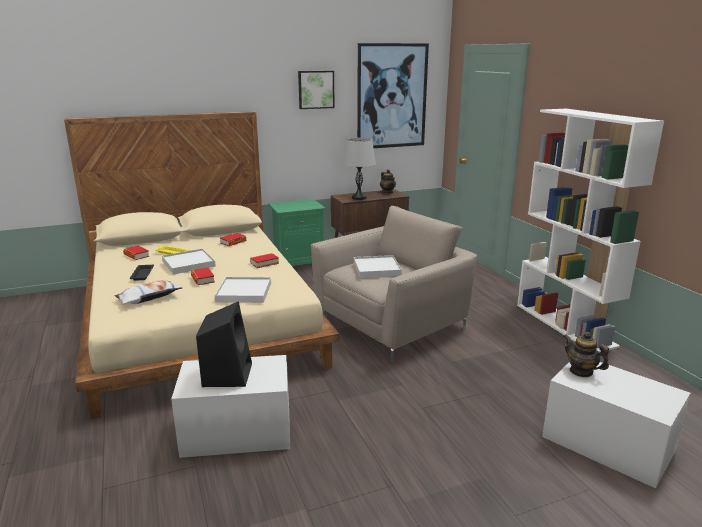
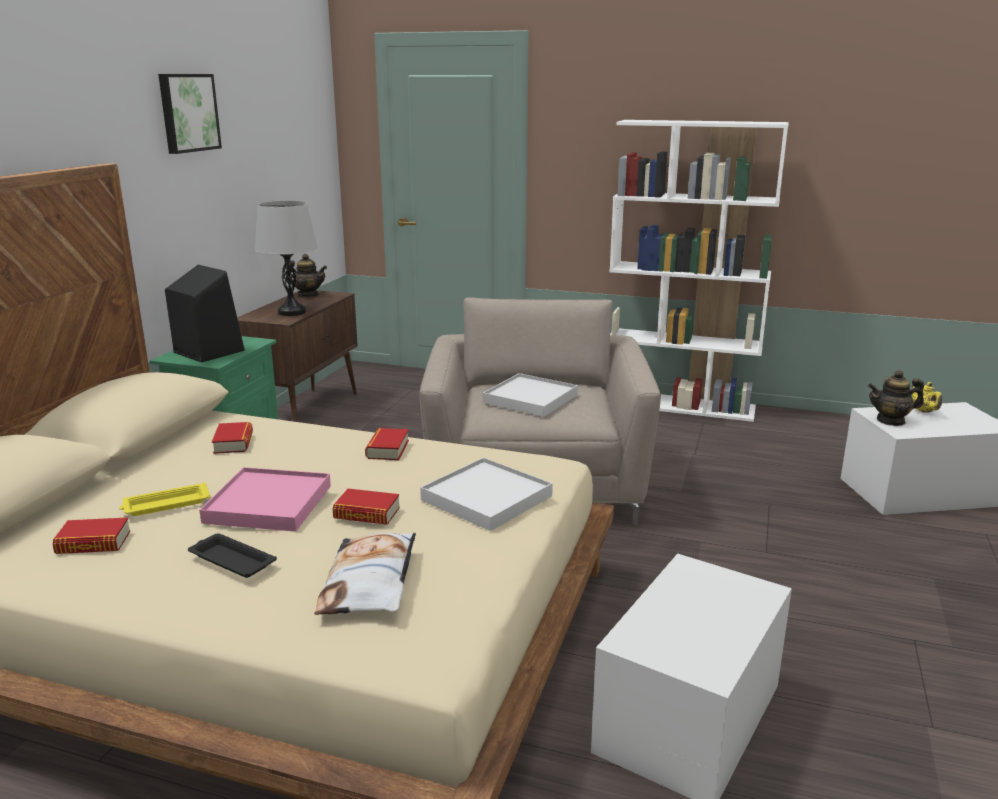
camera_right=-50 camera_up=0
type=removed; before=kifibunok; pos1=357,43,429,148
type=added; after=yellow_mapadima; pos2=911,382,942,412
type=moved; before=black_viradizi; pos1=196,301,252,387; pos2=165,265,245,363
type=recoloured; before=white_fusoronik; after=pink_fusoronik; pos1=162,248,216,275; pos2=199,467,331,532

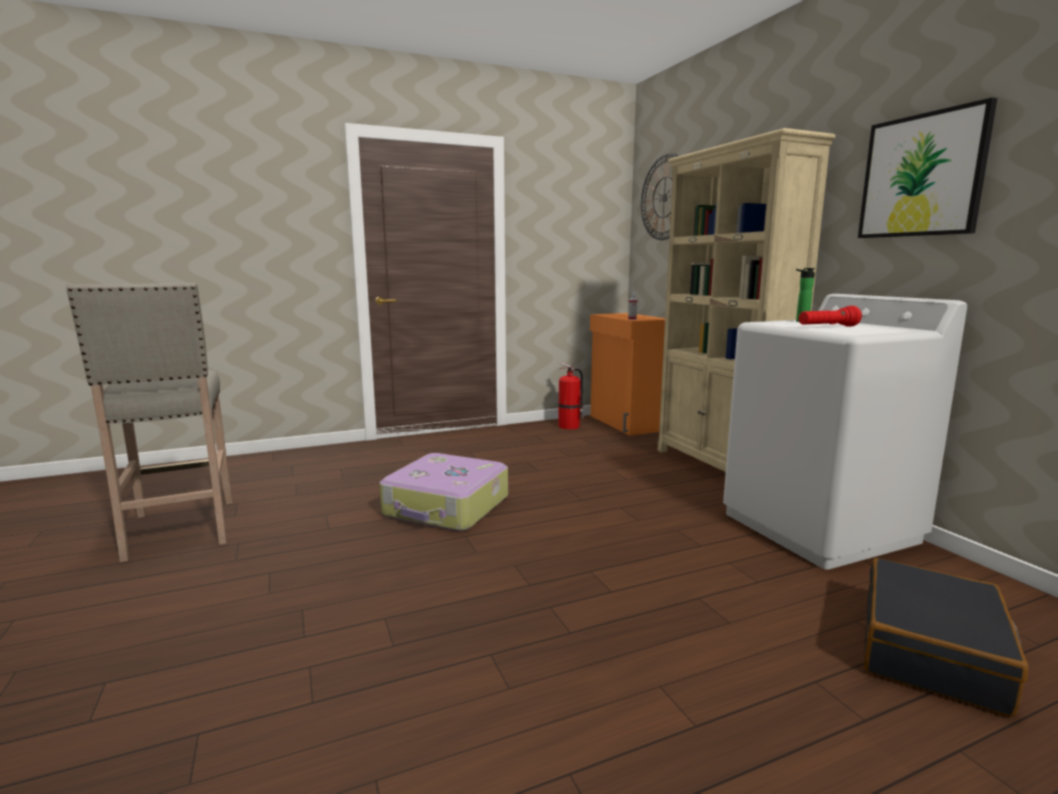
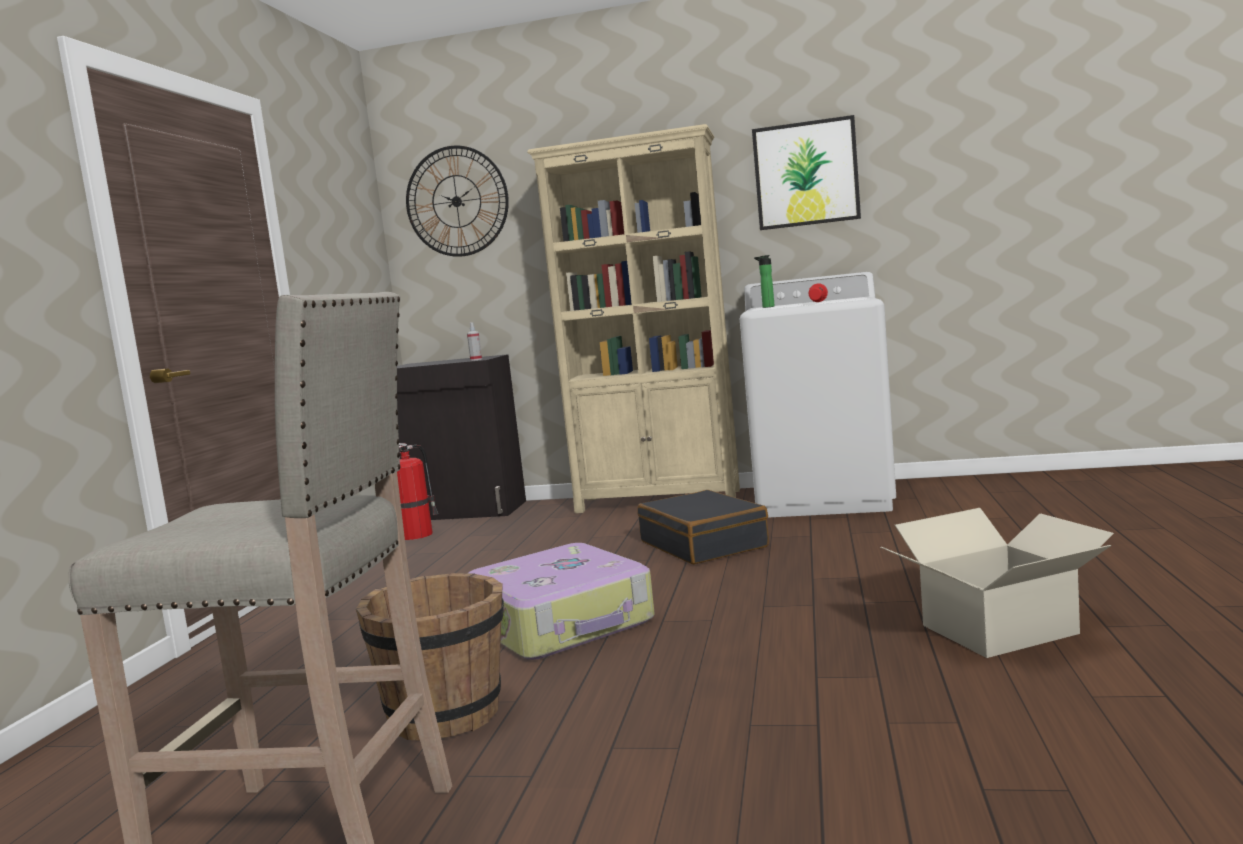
camera_right=-55 camera_up=-5
type=added; after=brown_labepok; pos2=356,573,504,740
type=added; after=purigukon; pos2=881,508,1114,658
type=moved; before=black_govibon; pos1=864,558,1029,717; pos2=637,490,769,564
type=recoloured; before=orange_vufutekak; after=black_vufutekak; pos1=590,313,665,435; pos2=397,354,526,520

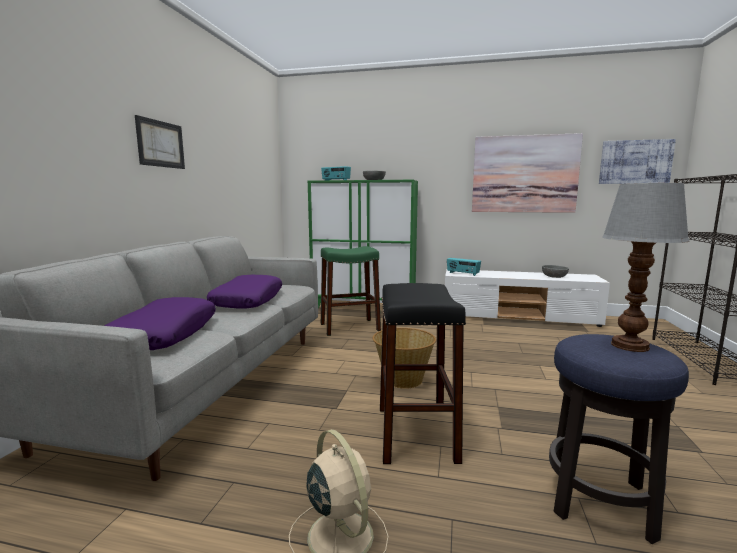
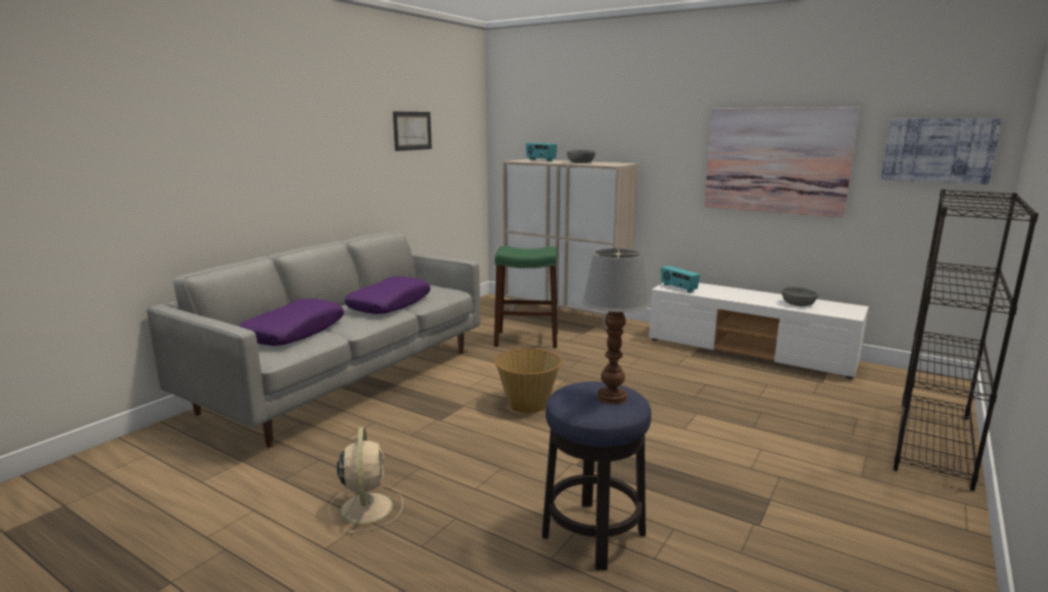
camera_right=20 camera_up=5
type=removed; before=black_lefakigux; pos1=380,283,466,464
type=moved; before=kifibunok; pos1=135,115,185,169; pos2=393,112,432,151
type=recoloured; before=green_vufutekak; after=beige_vufutekak; pos1=308,180,418,309; pos2=503,159,638,331

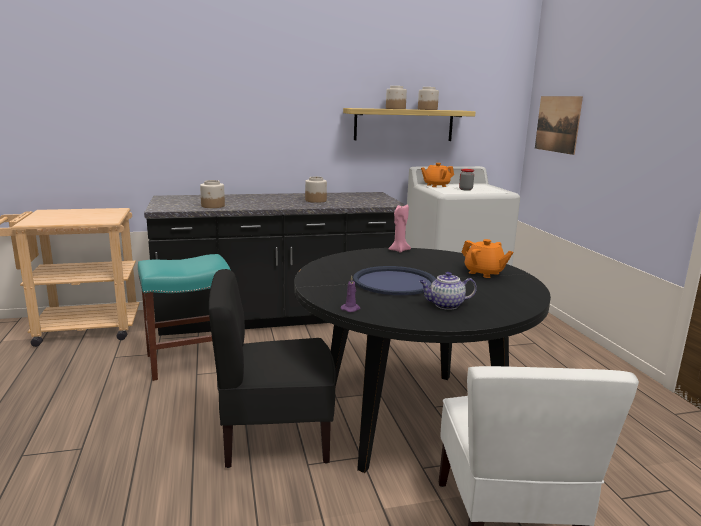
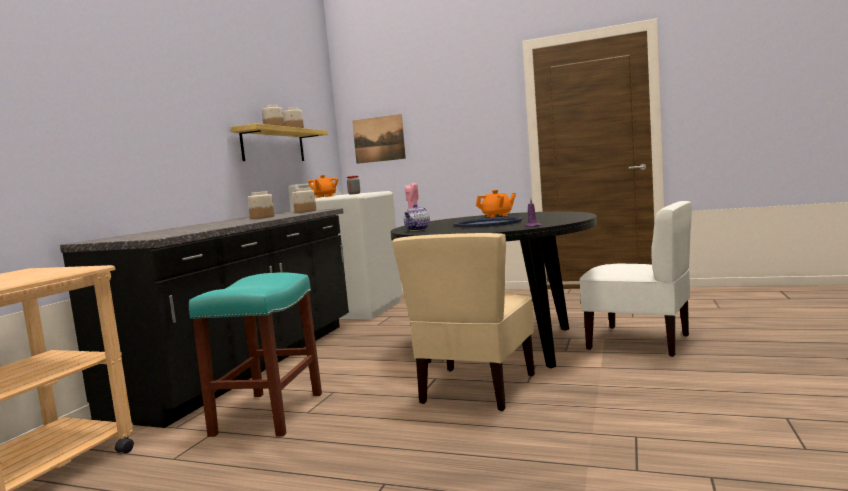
camera_right=-55 camera_up=-10
type=moved; before=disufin; pos1=200,180,225,208; pos2=293,188,316,213
type=moved; before=mapadima; pos1=419,272,477,310; pos2=404,204,430,231
type=recoloured; before=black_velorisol; after=beige_velorisol; pos1=209,269,336,468; pos2=392,233,535,411

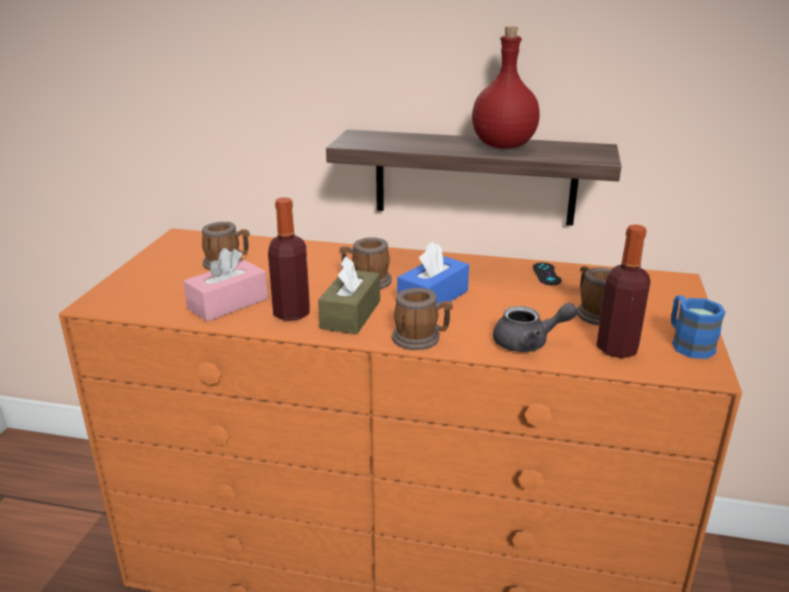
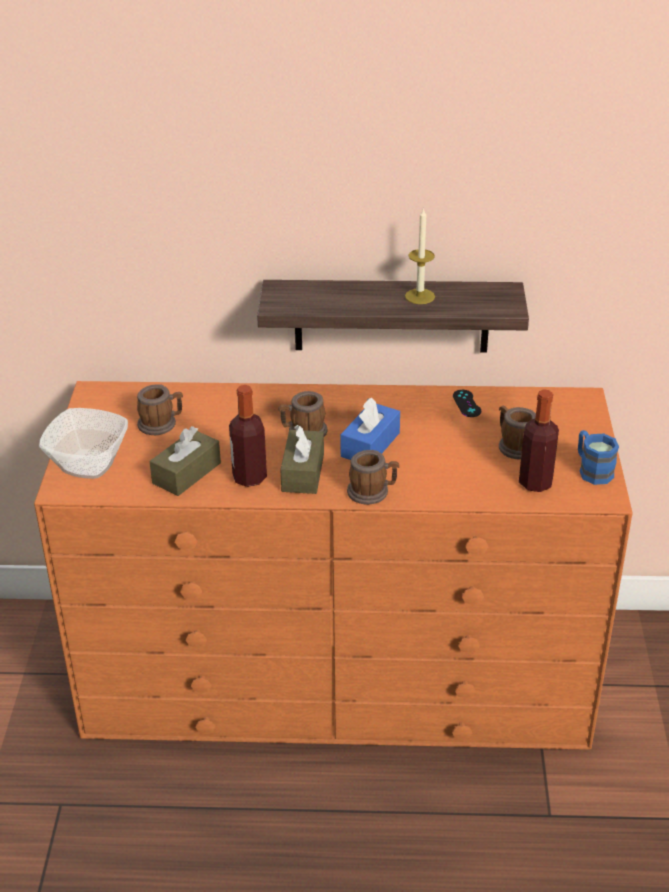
camera_right=-10 camera_up=10
type=removed; before=grey_mapadima; pos1=493,303,578,352
type=added; after=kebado; pos2=39,408,128,479
type=replaced; before=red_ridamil; after=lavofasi; pos1=472,26,540,149; pos2=405,208,435,304
type=recoloured; before=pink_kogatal; after=brown_kogatal; pos1=183,248,268,322; pos2=149,426,221,496

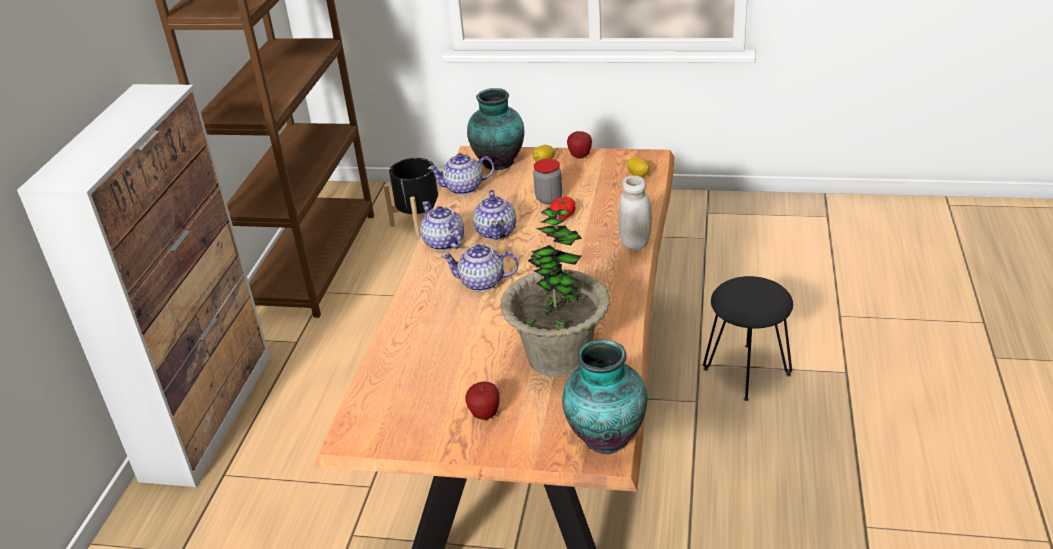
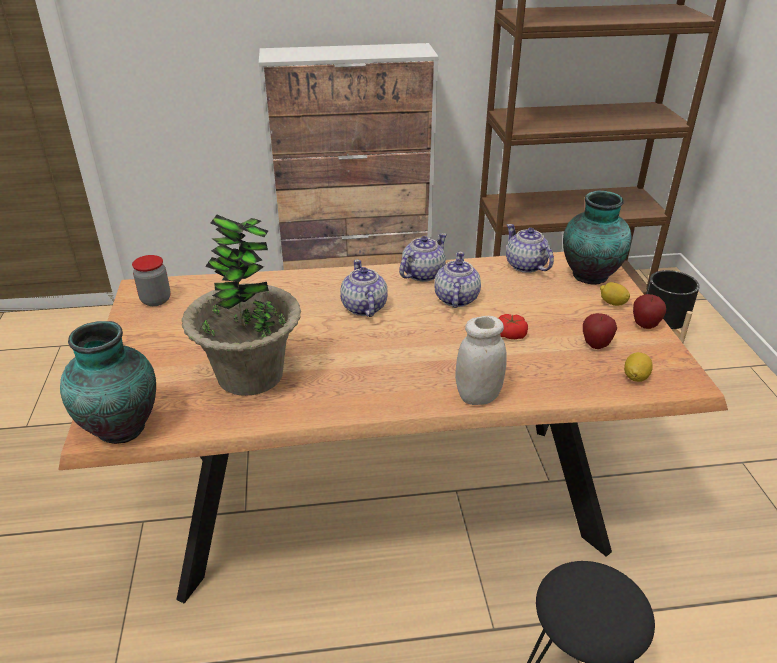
camera_right=70 camera_up=0
type=moved; before=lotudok; pos1=465,381,500,420; pos2=583,313,617,349
type=moved; before=disufin; pos1=533,159,562,204; pos2=132,255,171,306
type=turned; before=mapadima; pos1=473,190,516,240; pos2=434,252,481,308; turn=120

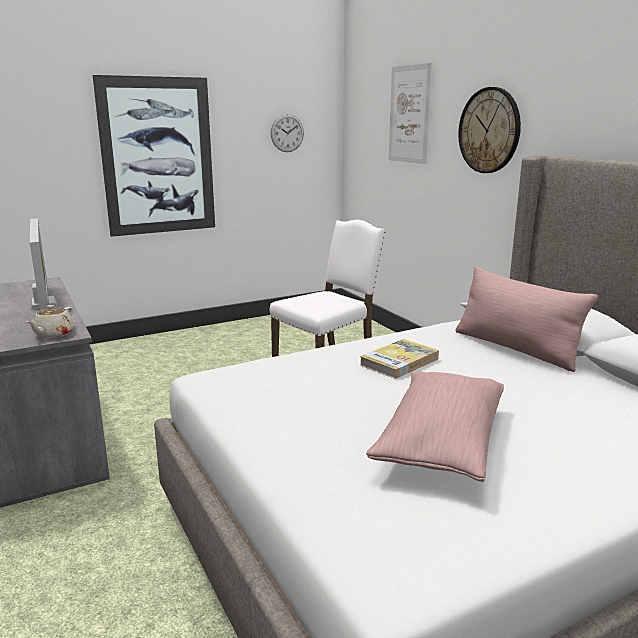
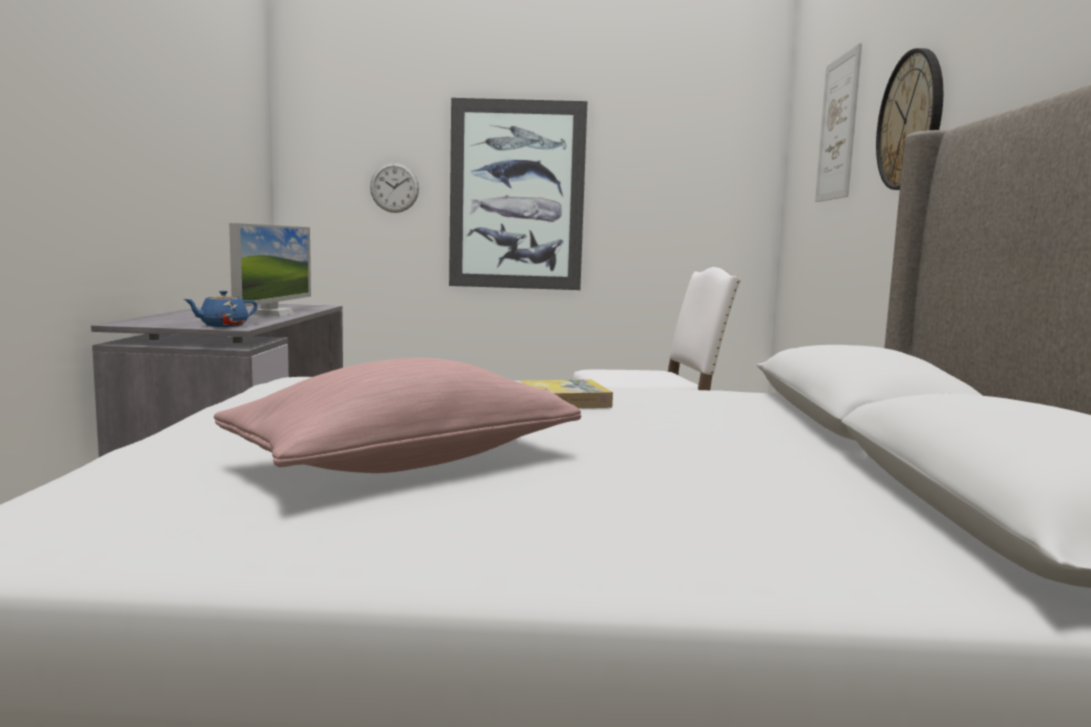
camera_right=30 camera_up=-10
type=removed; before=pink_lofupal; pos1=456,267,598,372
type=moved; before=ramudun; pos1=270,114,304,152; pos2=370,162,419,213
type=recoloured; before=beige_mapadima; after=blue_mapadima; pos1=27,305,74,338; pos2=183,291,257,327

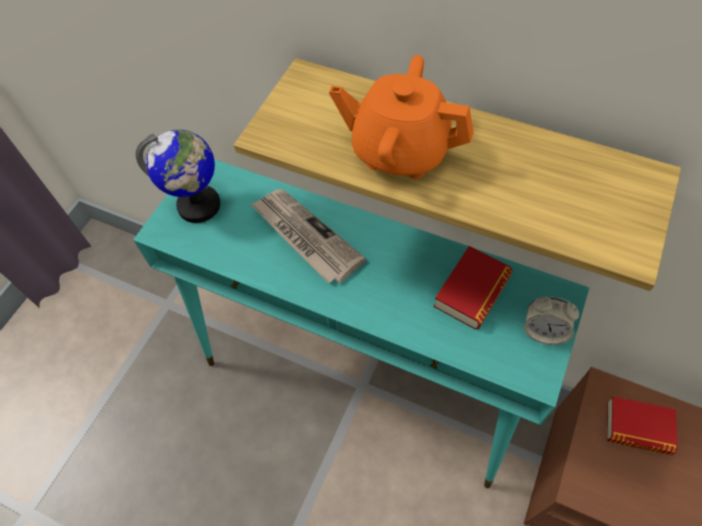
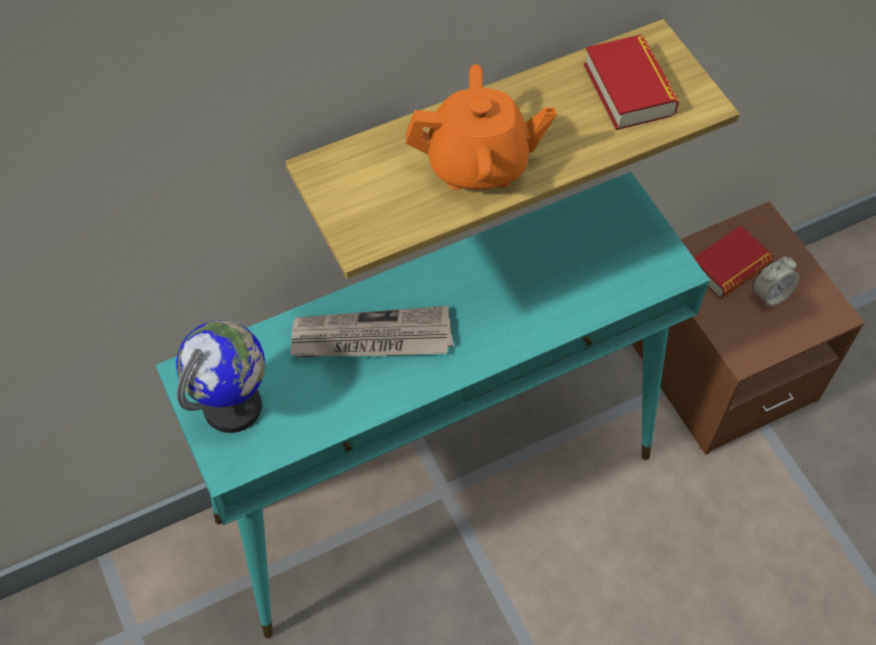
camera_right=-55 camera_up=0
type=moved; before=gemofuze; pos1=434,246,513,330; pos2=584,35,679,130
type=moved; before=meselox; pos1=524,296,579,345; pos2=752,256,800,307
type=turned; before=orange_mapadima; pos1=329,55,474,179; pos2=406,64,557,190; turn=-150

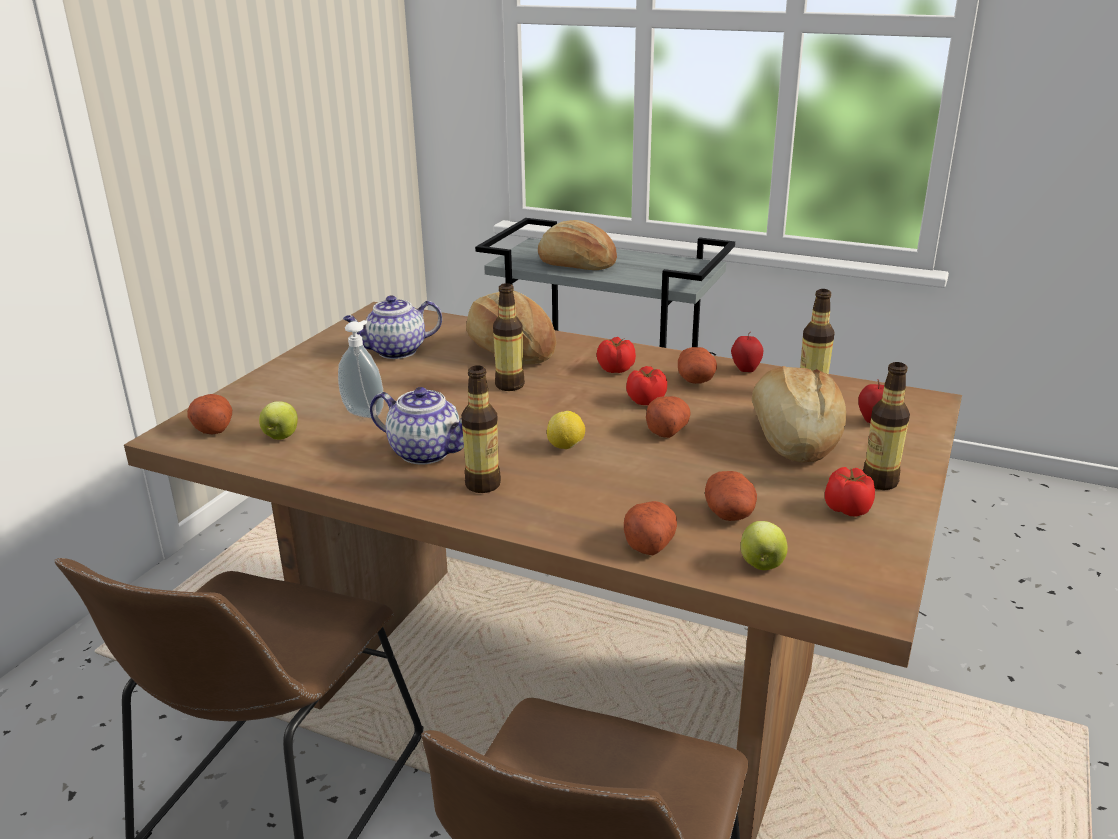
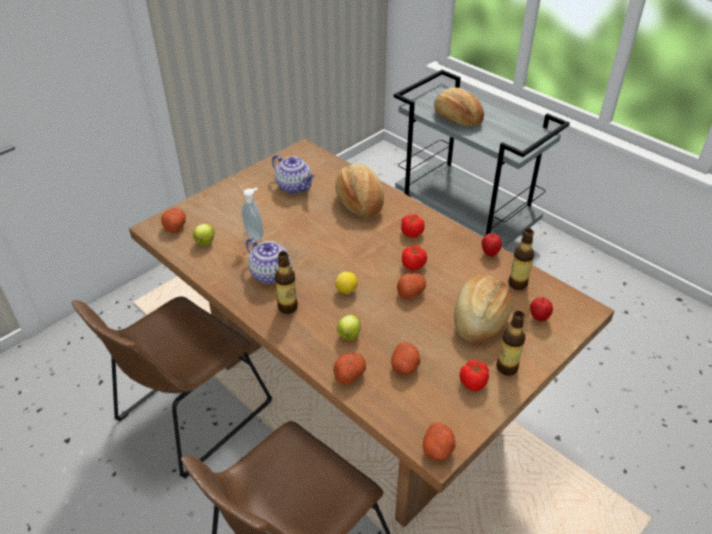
camera_right=20 camera_up=15
type=removed; before=ridamil; pos1=493,283,525,391
type=moved; before=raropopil; pos1=678,347,717,384; pos2=423,423,456,461
type=moved; before=lotudok; pos1=740,521,788,570; pos2=337,315,361,340
type=turned; before=mapadima; pos1=343,295,442,359; pos2=272,154,314,194; turn=-135

